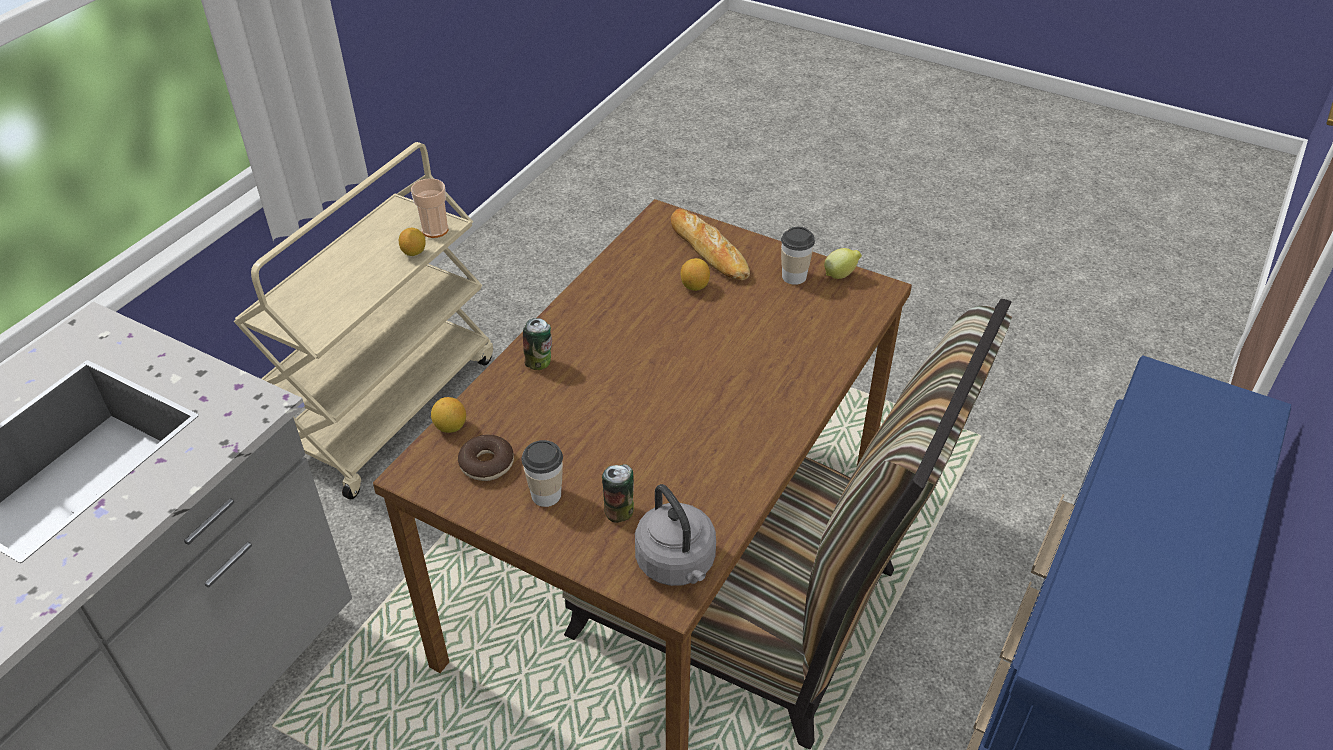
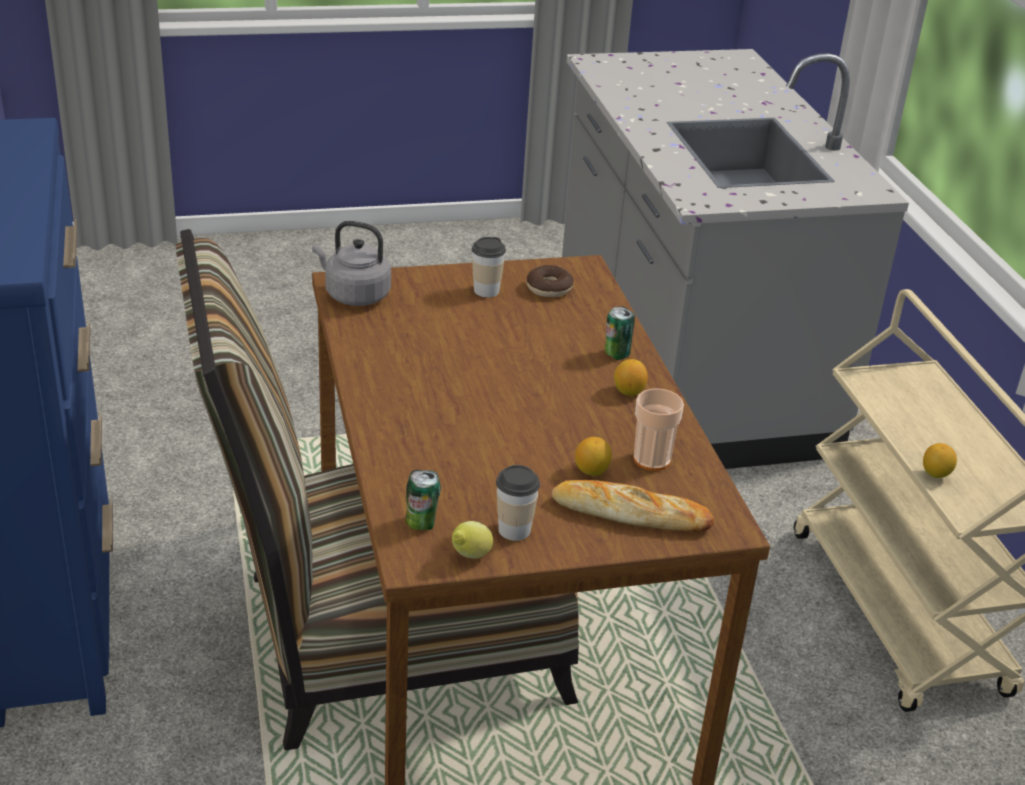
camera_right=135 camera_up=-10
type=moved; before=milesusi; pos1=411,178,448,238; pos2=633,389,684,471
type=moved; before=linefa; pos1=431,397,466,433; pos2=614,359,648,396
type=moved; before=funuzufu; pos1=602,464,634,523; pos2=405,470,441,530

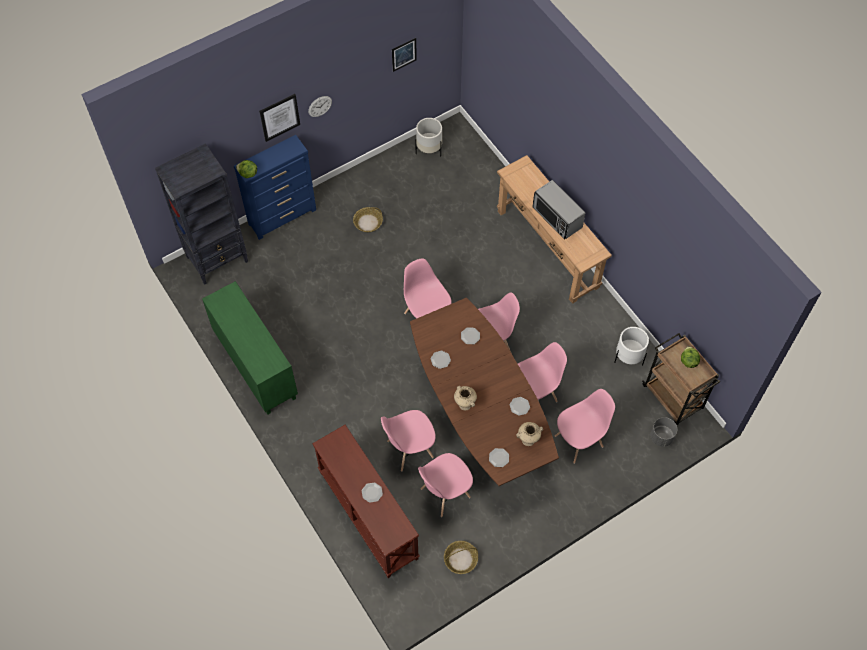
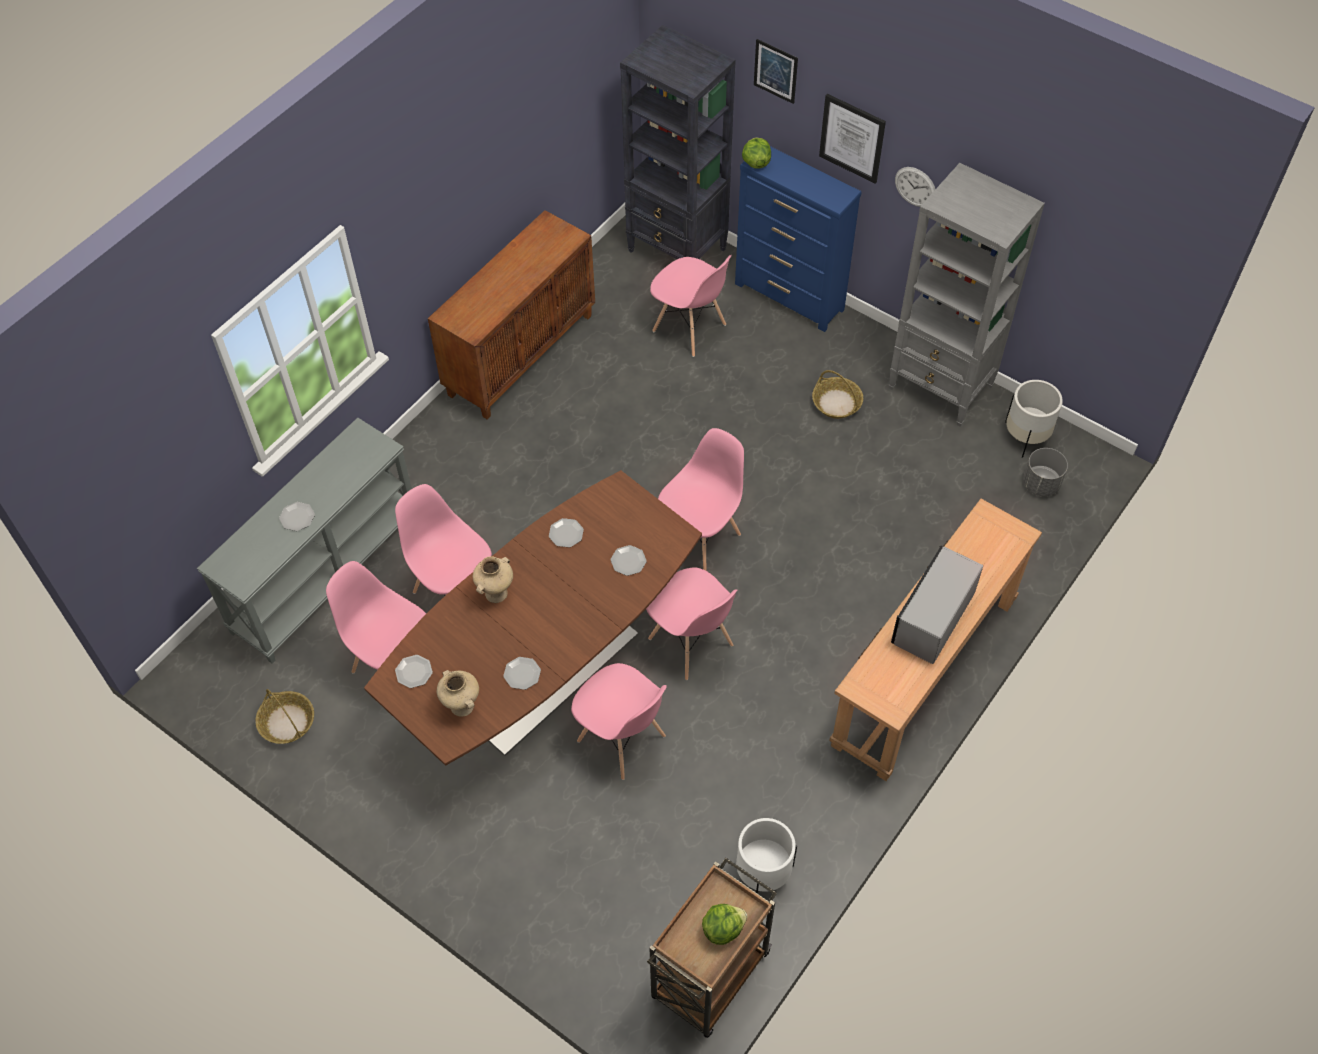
camera_right=70 camera_up=-5
type=added; after=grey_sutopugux; pos2=889,163,1045,427
type=moved; before=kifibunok; pos1=392,38,417,72; pos2=754,39,798,104
type=moved; before=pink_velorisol; pos1=555,389,615,464; pos2=650,255,732,357
type=moved; before=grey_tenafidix; pos1=651,417,677,447; pos2=1023,448,1068,497
type=recoloured; before=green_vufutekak; after=brown_vufutekak; pos1=202,281,298,414; pos2=428,210,595,419
type=recoloured; before=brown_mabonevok; after=grey_mabonevok; pos1=312,425,420,578; pos2=197,417,412,663

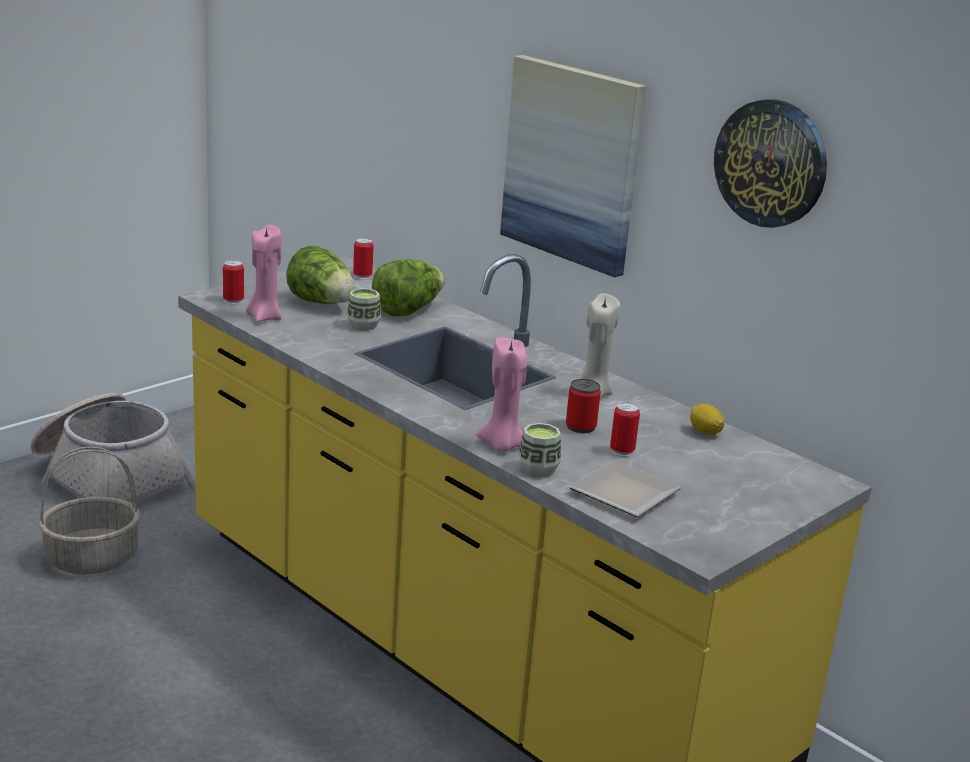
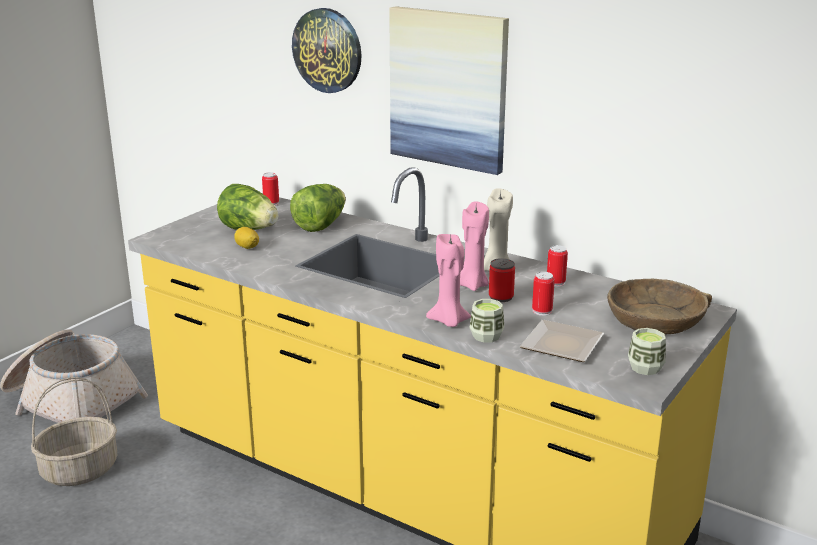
camera_right=-10 camera_up=0
type=added; after=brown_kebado; pos2=607,279,712,335
type=moved; before=funuzufu; pos1=223,260,244,304; pos2=547,245,568,287
type=moved; before=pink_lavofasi; pos1=246,225,282,322; pos2=460,202,489,291
type=moved; before=milesusi; pos1=347,288,381,331; pos2=628,328,666,375
type=moved; before=linefa; pos1=690,404,725,435; pos2=234,227,259,249
type=moved; before=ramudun; pos1=714,99,827,228; pos2=292,8,362,93

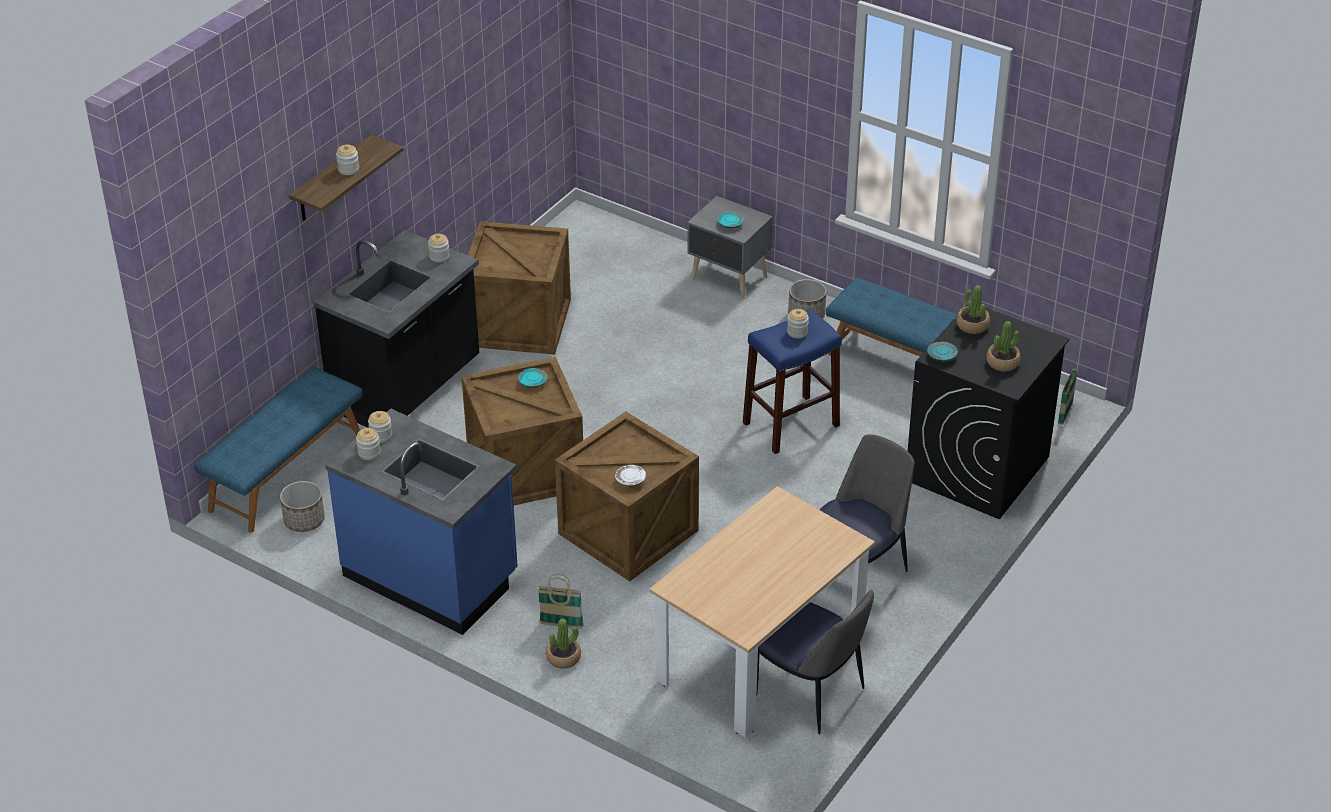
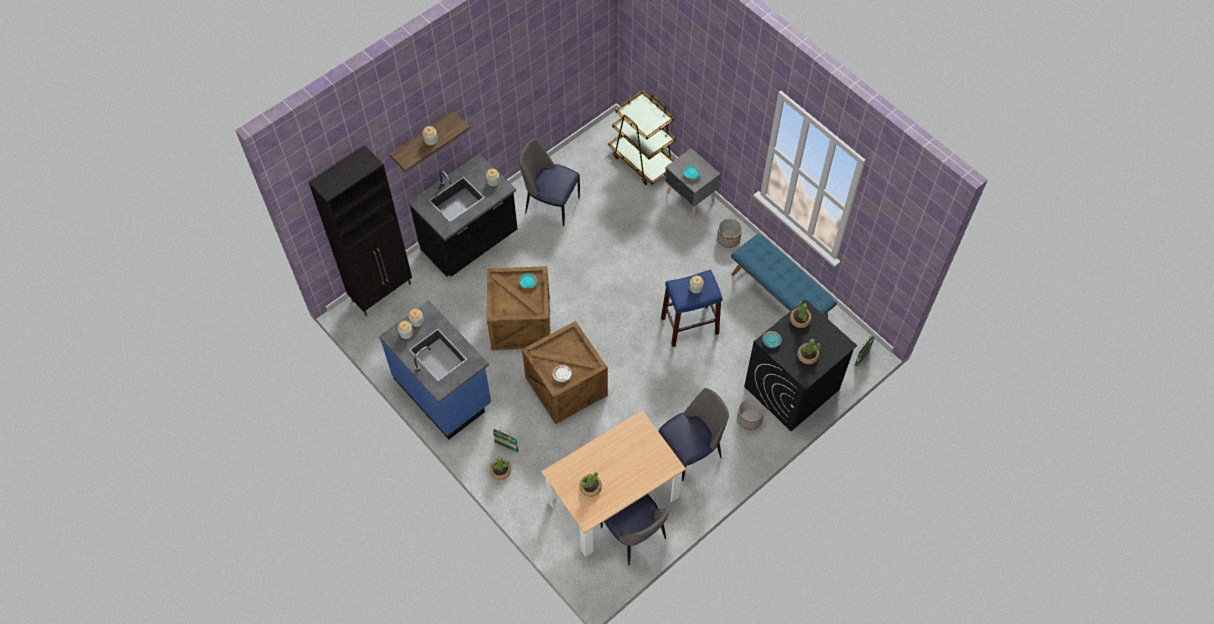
camera_right=15 camera_up=20
type=added; after=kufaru; pos2=579,472,602,497
type=added; after=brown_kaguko; pos2=608,91,675,185
type=moved; before=tenafidix; pos1=280,481,325,532; pos2=737,399,765,430
type=replaced; before=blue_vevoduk; after=black_vufutekak; pos1=194,367,363,533; pos2=309,145,412,316
type=replaced; before=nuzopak; after=velorisol; pos1=468,221,571,355; pos2=519,139,580,227

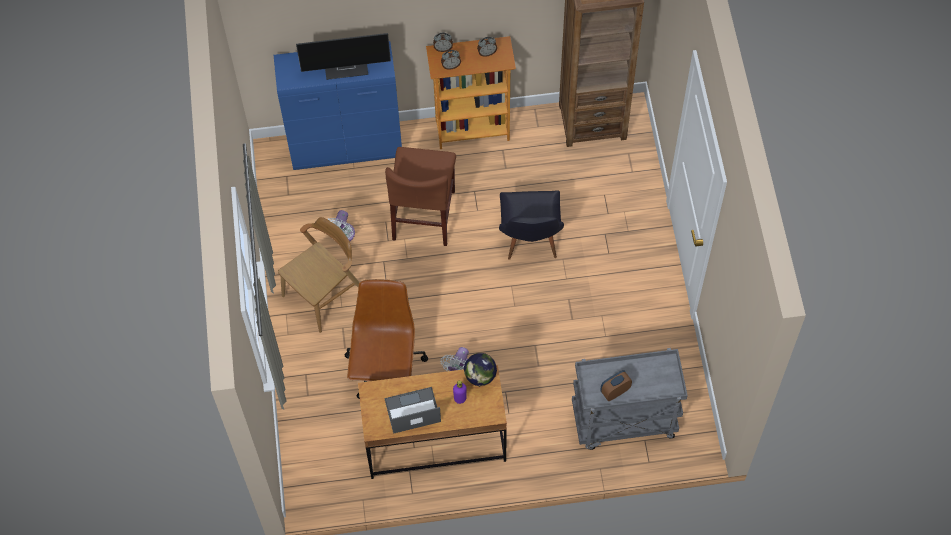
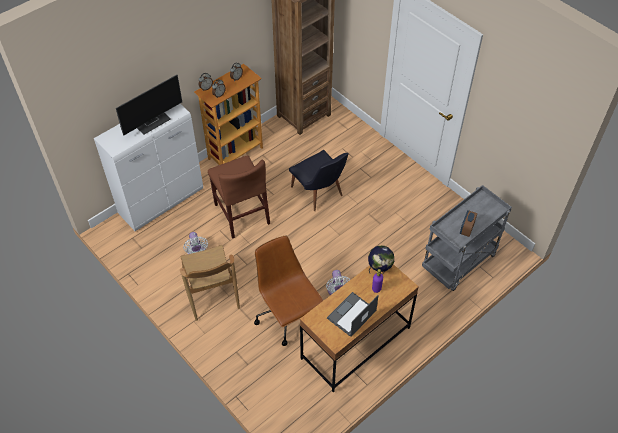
camera_right=-35 camera_up=-10
type=recoloured; before=blue_vufutekak; after=white_vufutekak; pos1=274,41,402,170; pos2=94,104,203,231
type=turned; before=brown_velorisol; pos1=278,217,359,333; pos2=180,245,240,321; turn=150

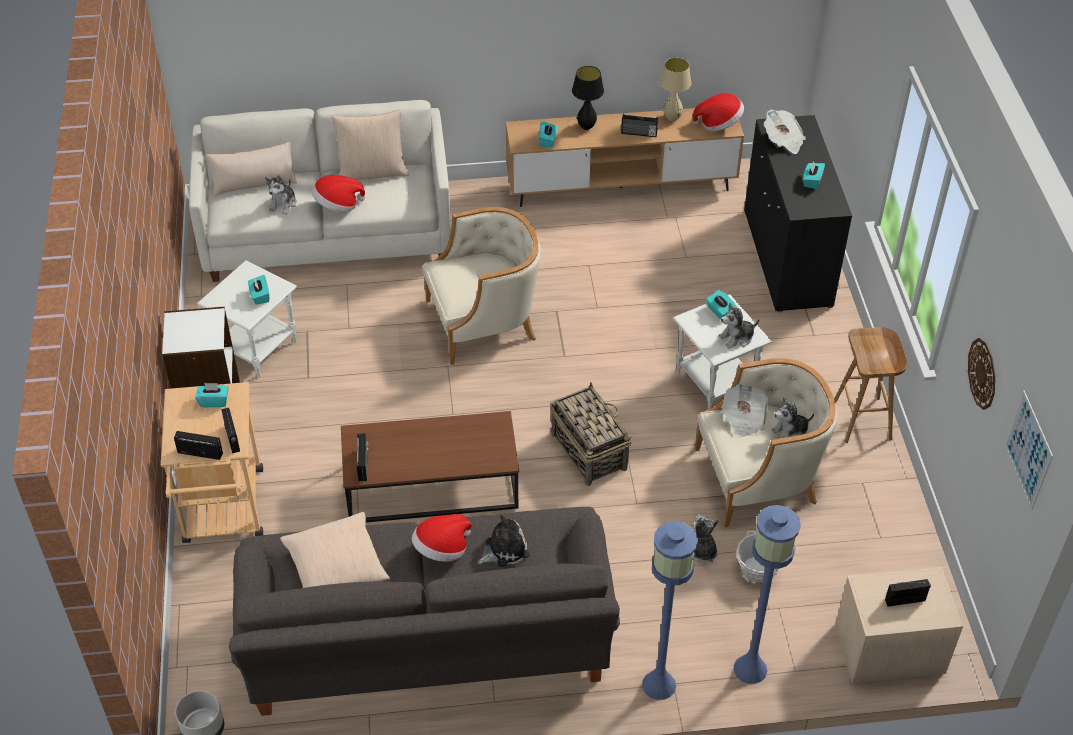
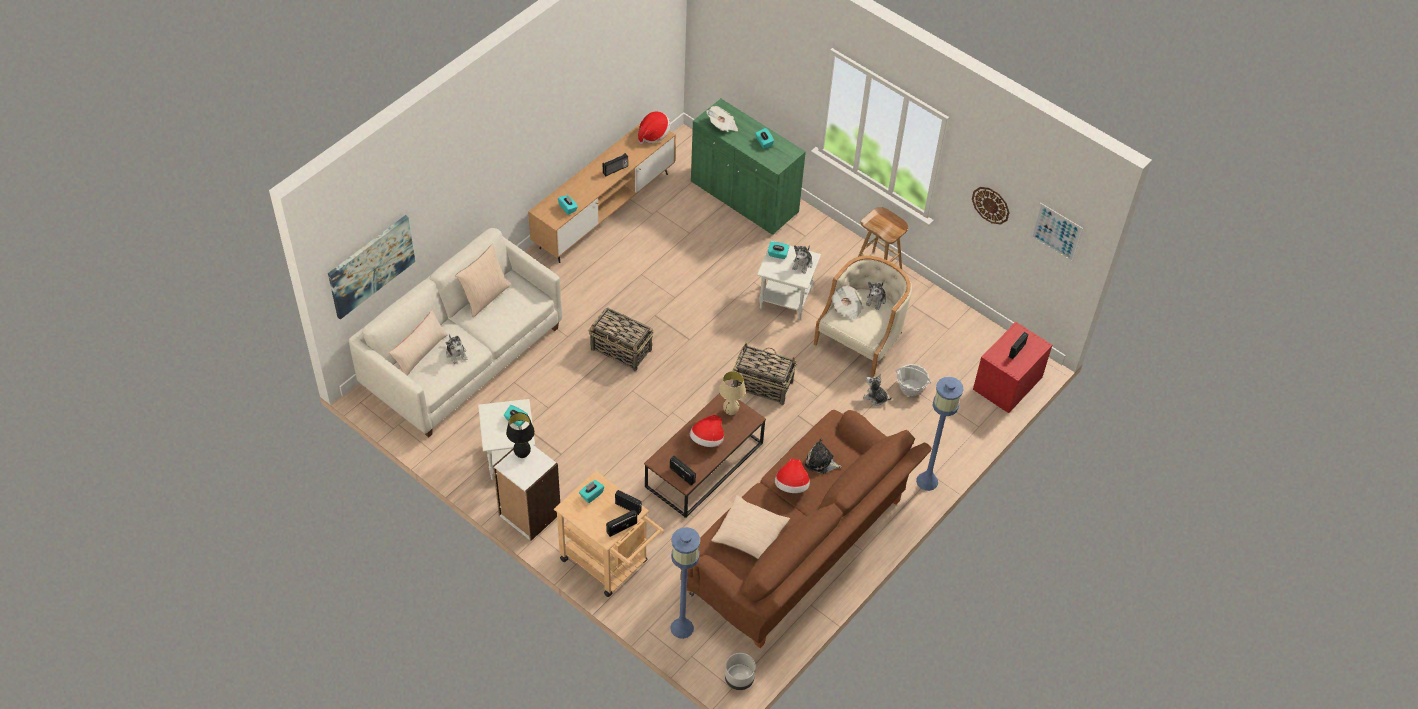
camera_right=-45 camera_up=5
type=added; after=kifibunok; pos2=328,215,415,320
type=moved; before=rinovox; pos1=311,175,365,212; pos2=690,415,724,447
type=moved; before=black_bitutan; pos1=572,66,604,130; pos2=506,413,535,458
type=moved; before=beige_bitutan; pos1=659,58,692,121; pos2=719,371,746,415
type=moved; before=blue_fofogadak; pos1=734,505,801,684; pos2=670,527,700,639
type=replaced; before=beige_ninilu; after=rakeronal; pos1=423,207,541,365; pos2=589,308,653,371
type=recoloured; before=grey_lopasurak; after=brown_lopasurak; pos1=229,507,620,716; pos2=680,410,932,648
type=recoloured; before=black_vufutekak; after=green_vufutekak; pos1=744,115,852,312; pos2=691,99,806,235
type=recoloured; before=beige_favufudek; after=red_favufudek; pos1=835,567,963,684; pos2=973,322,1052,413
type=turned; before=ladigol; pos1=478,515,530,567; pos2=805,439,842,474; turn=-90

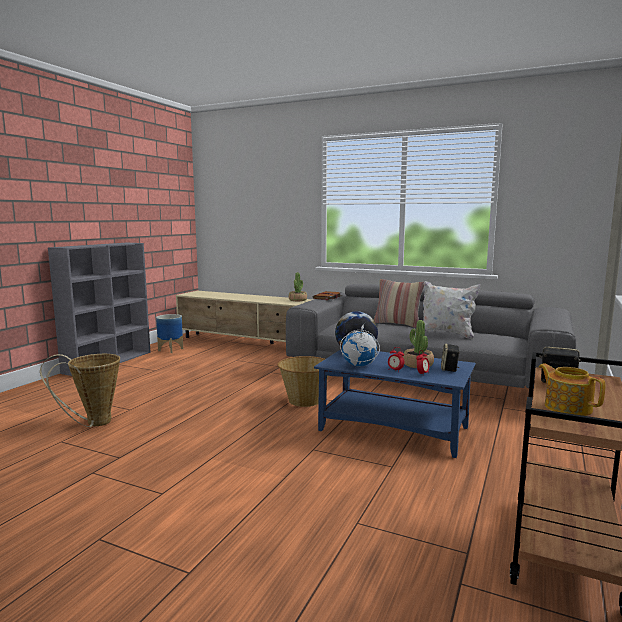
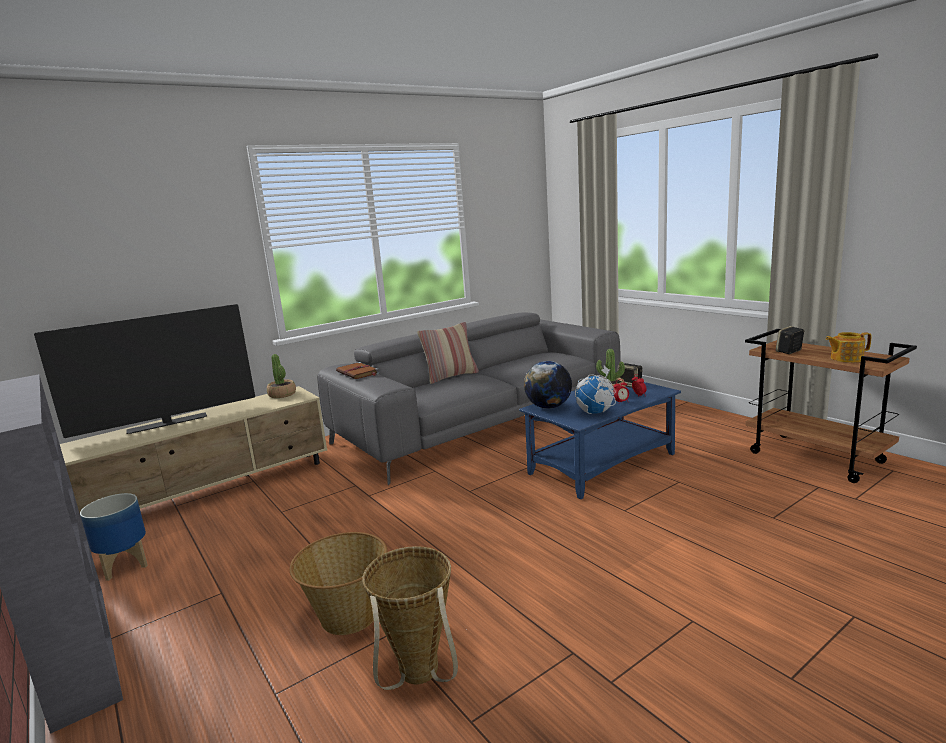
camera_right=-60 camera_up=5
type=removed; before=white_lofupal; pos1=423,281,481,340
type=added; after=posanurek; pos2=34,304,255,438
type=moved; before=rakeronal; pos1=277,356,328,407; pos2=290,532,387,635

